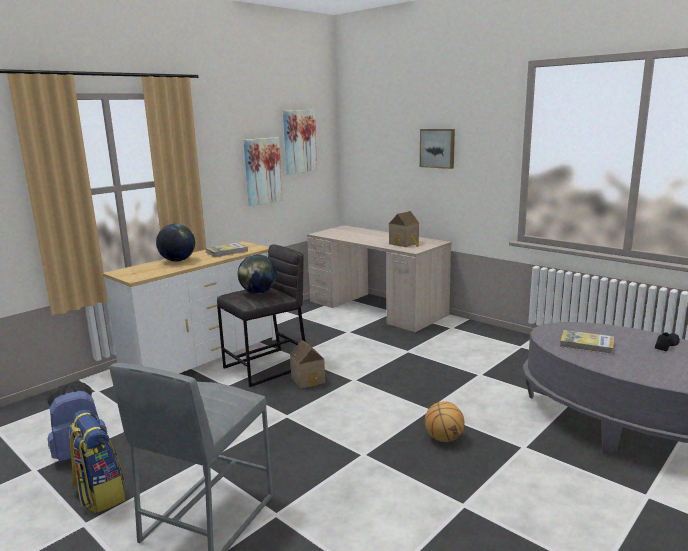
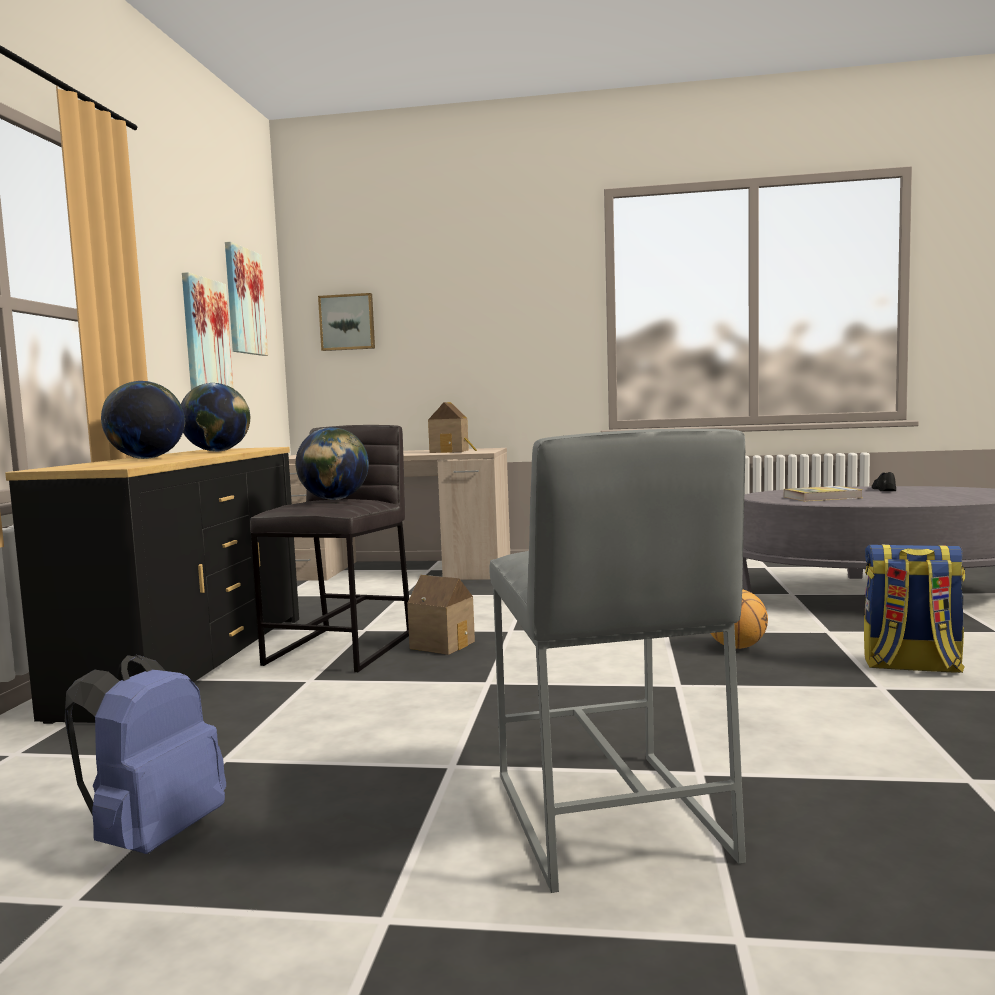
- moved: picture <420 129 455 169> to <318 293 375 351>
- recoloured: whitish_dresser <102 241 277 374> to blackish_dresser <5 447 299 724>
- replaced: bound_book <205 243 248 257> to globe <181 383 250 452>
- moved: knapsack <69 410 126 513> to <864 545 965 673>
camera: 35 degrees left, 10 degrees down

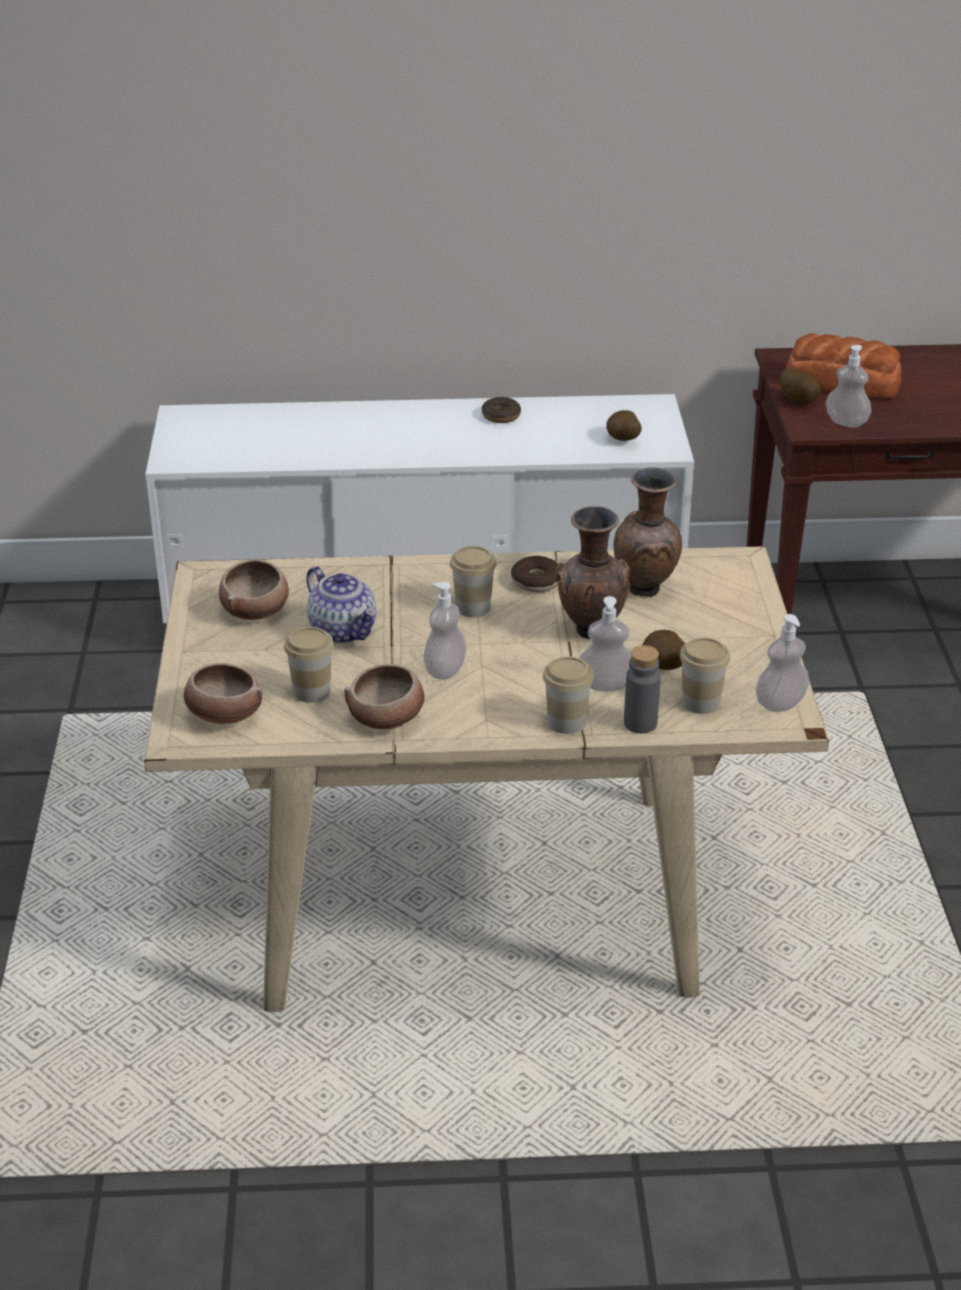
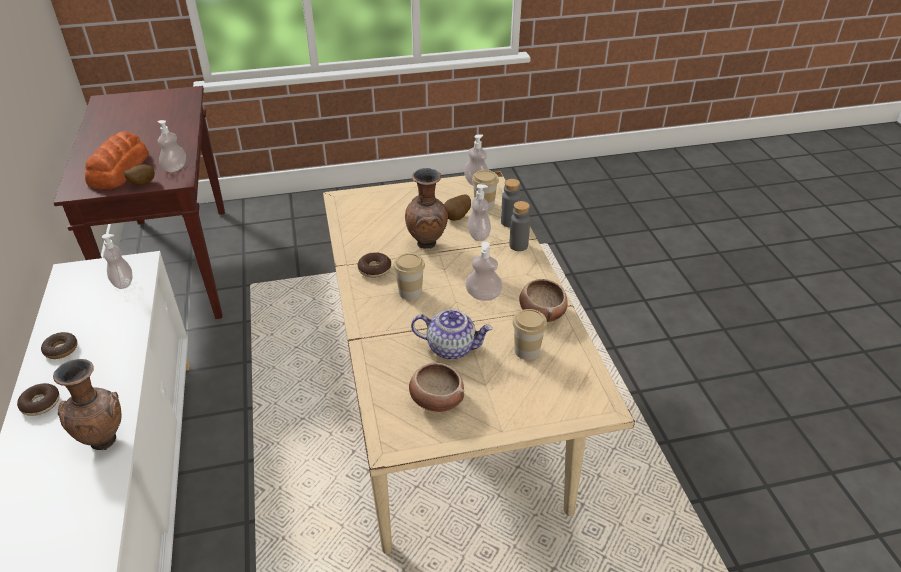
- replaced: potato <606 410 642 441> to soap_dispenser <102 234 132 289>
- moved: brown-coloured_decorative_vase <613 467 682 597> to <53 359 121 450>
- turned: tea_pot <306 566 376 644> = <411 309 493 360> 60 degrees clockwise
- replaced: cup <543 656 594 734> to grey_drink_bottle <509 201 530 251>
- removed: bowl <184 663 262 724>
- added: ring_doughnut <17 383 59 416>
camera: 100 degrees left, 5 degrees up

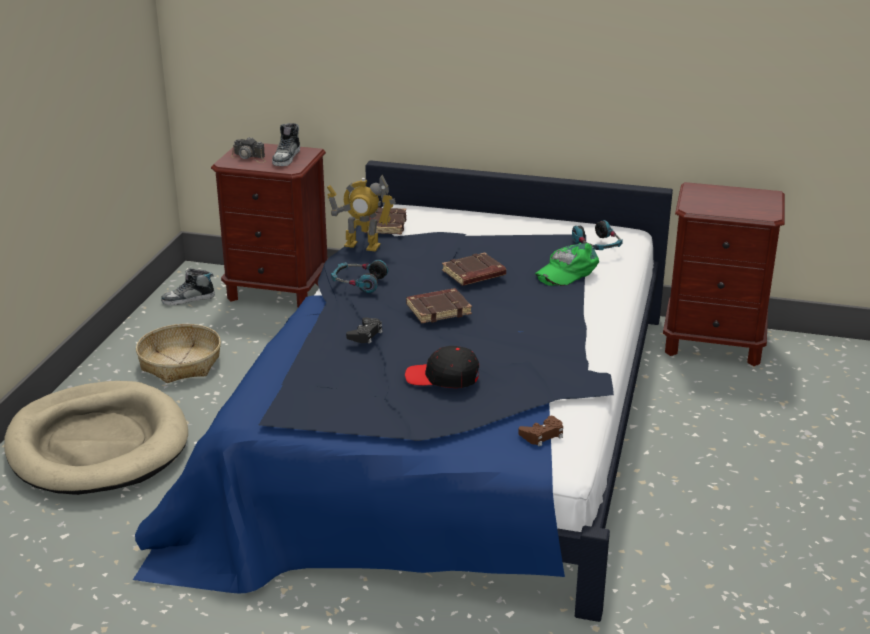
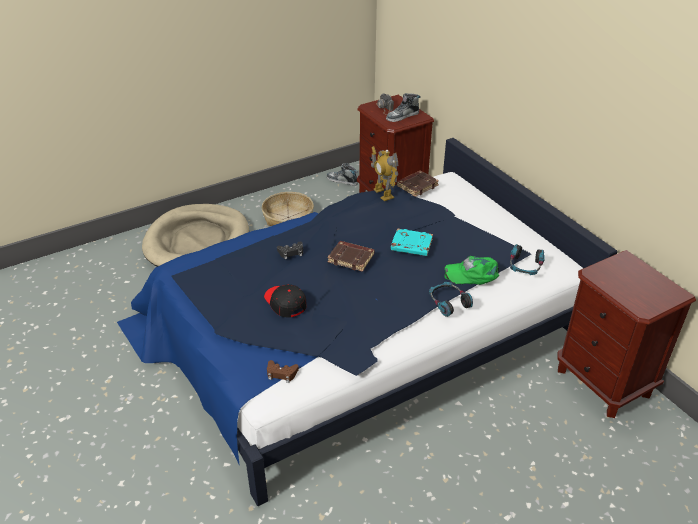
- recoloured: brown-coloured_bound_book <442 252 506 286> to blue-green_bound_book <391 229 433 256>
- moved: pair_of_headphones <331 260 388 293> to <429 282 473 317>
camera: 45 degrees right, 10 degrees up

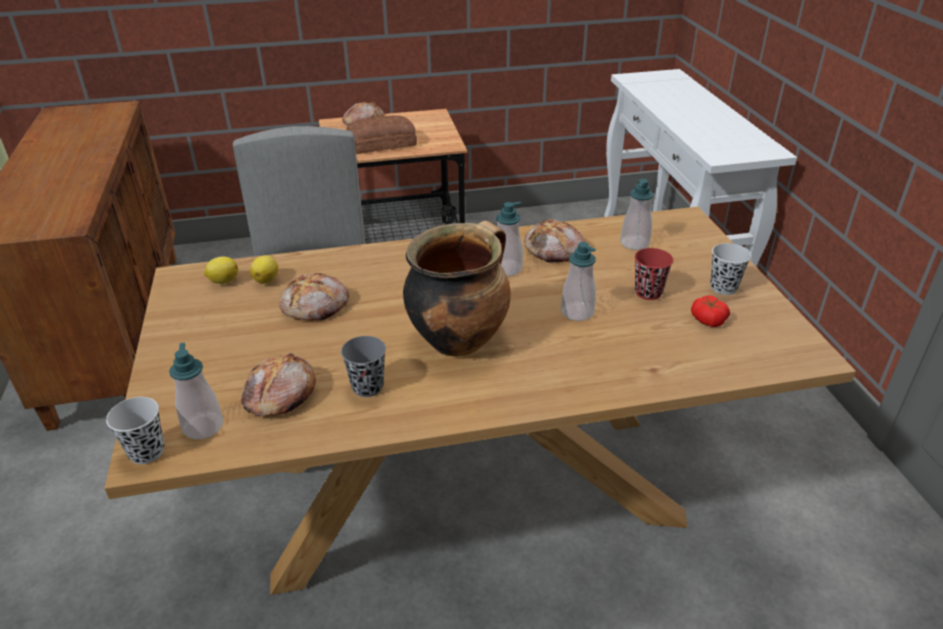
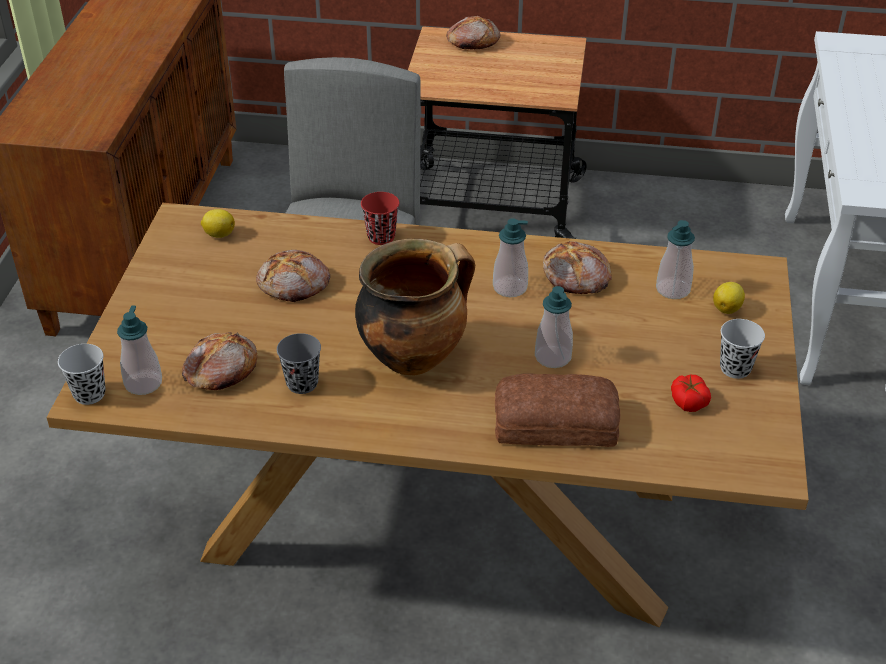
- moved: bread <346 115 417 154> to <495 373 621 447>
- moved: red-coloured_cup <635 248 673 300> to <361 192 399 245>
- moved: whole_lemon <250 255 278 284> to <713 282 745 314>
camera: 20 degrees right, 5 degrees up

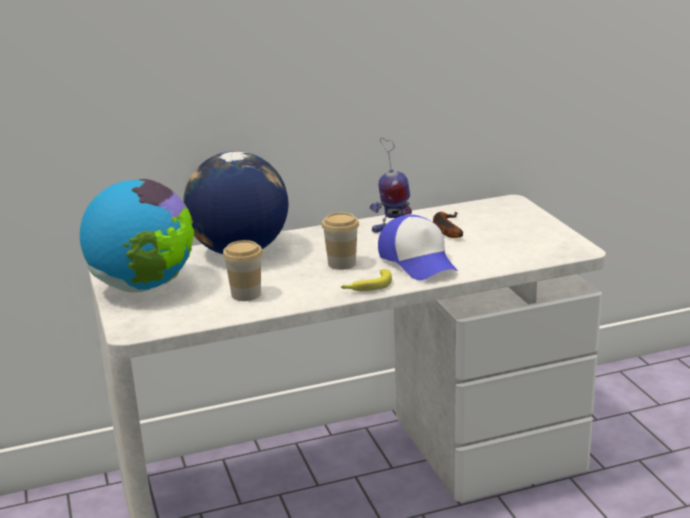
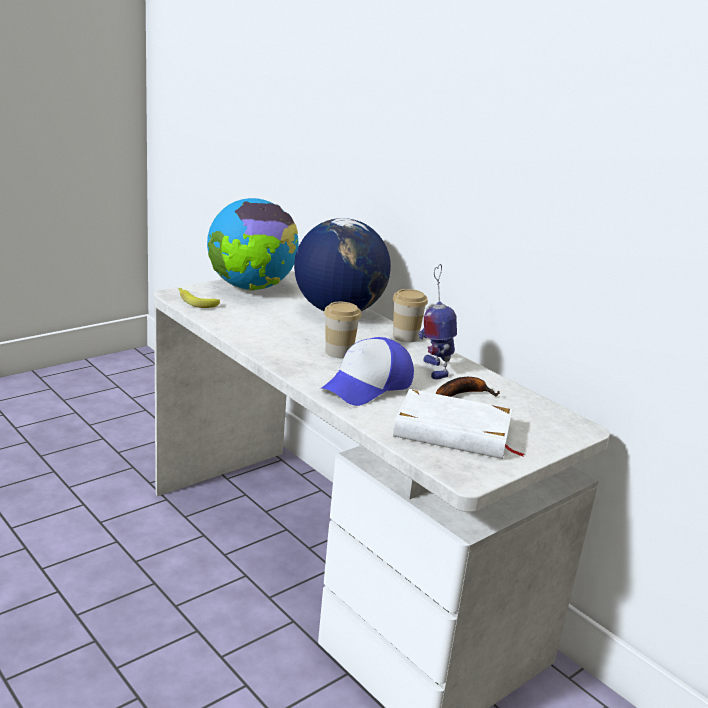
- moved: cup <223 240 263 301> to <393 289 428 342>
- moved: whole_banana <341 269 392 291> to <178 288 220 308>
- added: whitish_bound_book <393 389 525 459>
camera: 65 degrees right, 0 degrees up

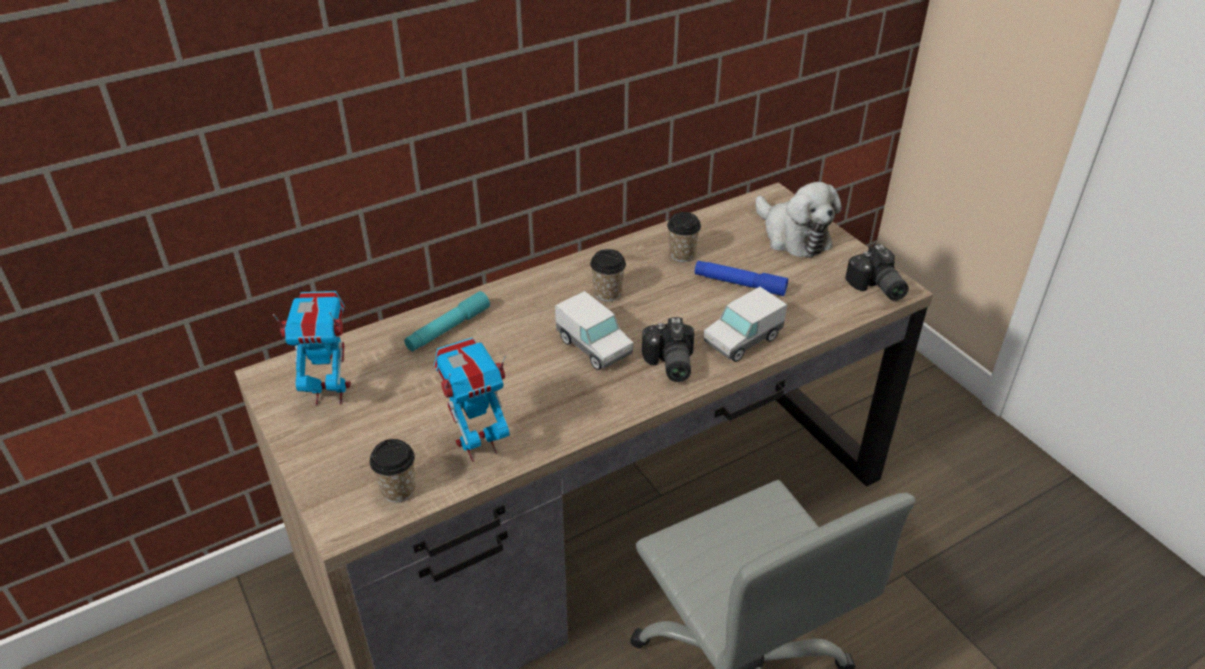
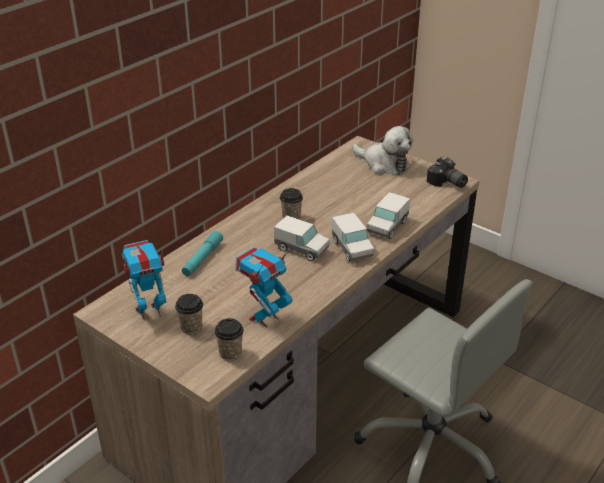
- moved: cup <667 212 701 262> to <175 294 203 334>
- removed: blue_hand_torch <695 261 788 296>
- replaced: photo_camera <642 317 694 382> to model_truck <332 213 374 262>
camera: 20 degrees left, 5 degrees down

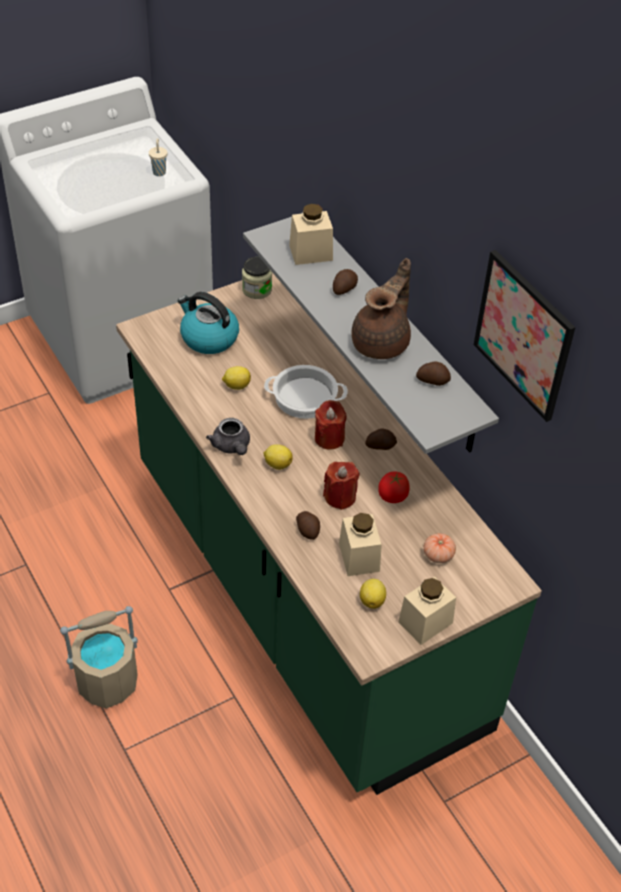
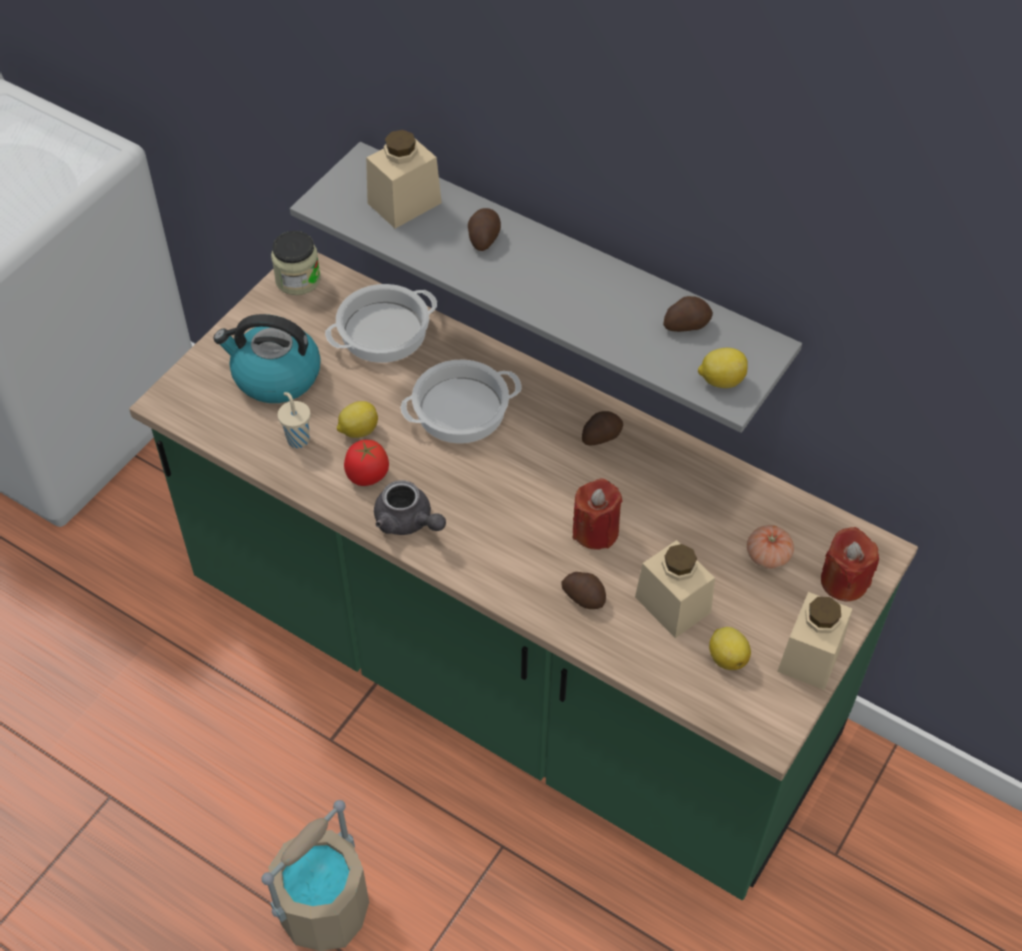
- moved: sand-coloured_cup <149 138 167 176> to <278 392 311 448>
- removed: picture <474 250 575 422>
- removed: brown-coloured_tea_pot <351 258 411 359>
- moved: red-coloured_wax_candle <315 400 347 449> to <821 527 879 602>
- moved: whole_lemon <263 444 293 470> to <698 348 748 388>
- moved: whole_tomato <378 471 410 503> to <344 440 389 486>
- added: saucepot <325 284 437 363>
camera: 25 degrees left, 5 degrees up

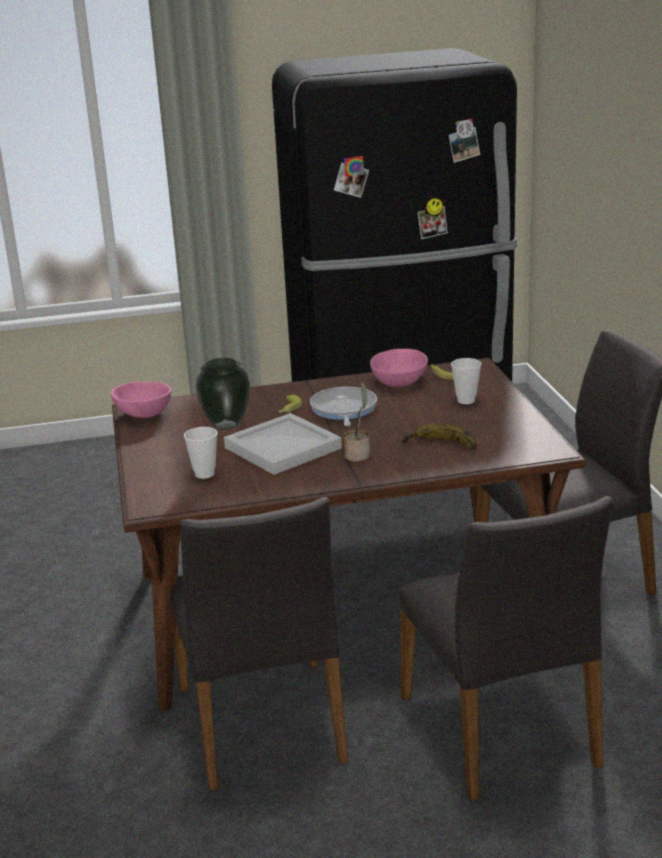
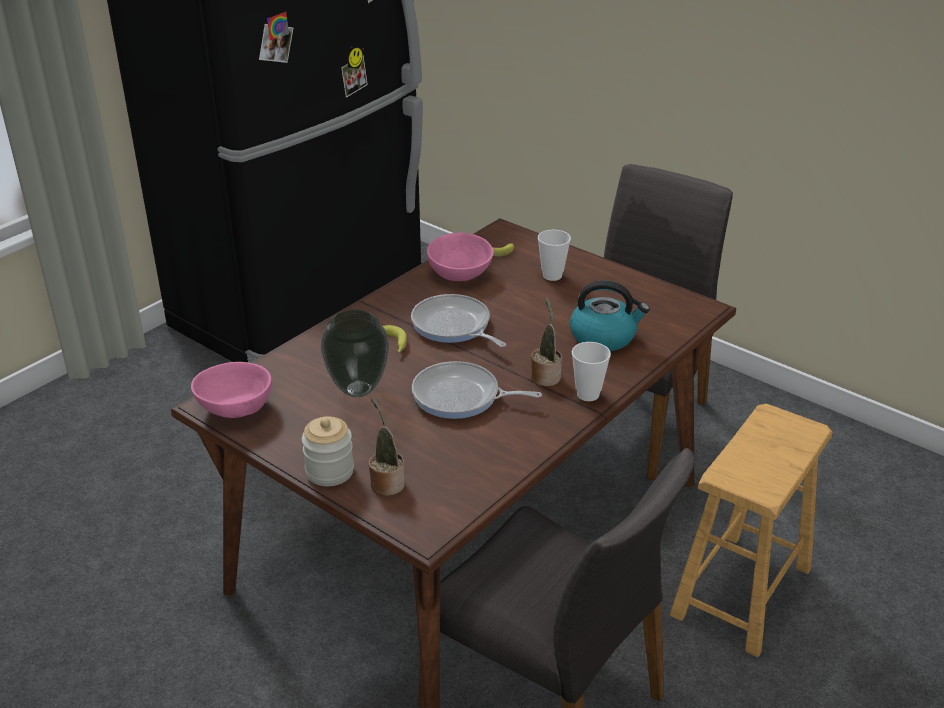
- replaced: whitish_carrying_tray <224 413 342 475> to frying_pan <412 361 542 419>
- replaced: whole_banana <402 423 477 450> to kettle <570 280 650 351>
- moved: cup <184 427 218 479> to <572 342 611 401>
- replaced: grey_chair <400 496 612 801> to brown-coloured_stool_seat <670 404 832 657>
- added: houseplant <369 398 405 496>
- added: jar <302 416 354 486>
camera: 40 degrees left, 10 degrees up

